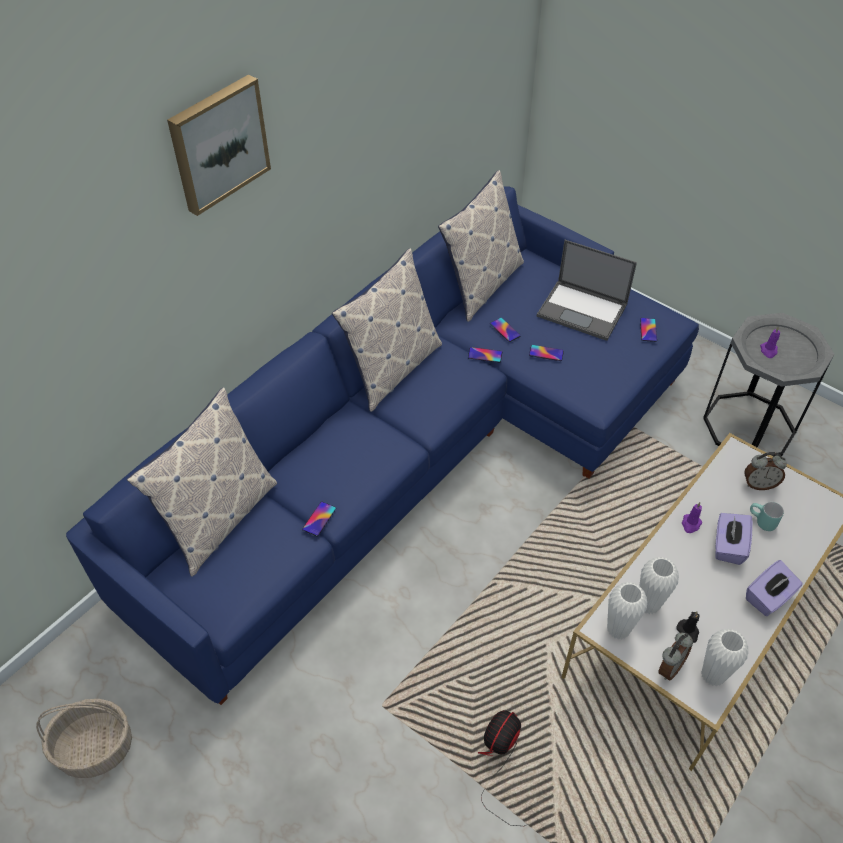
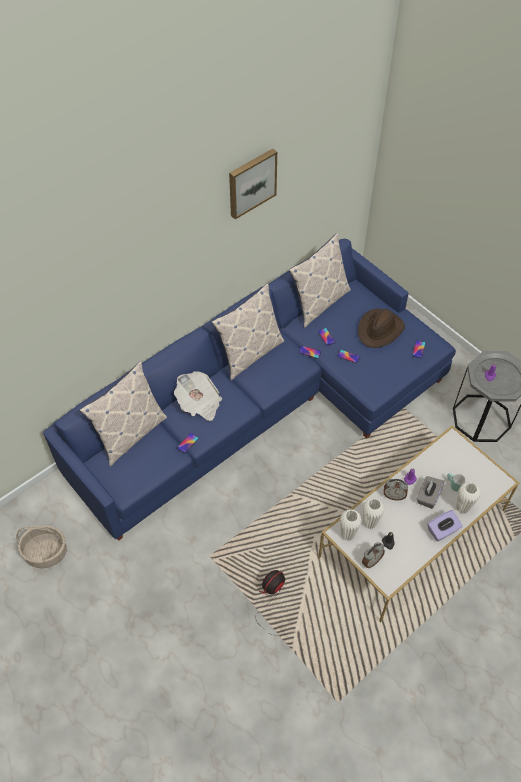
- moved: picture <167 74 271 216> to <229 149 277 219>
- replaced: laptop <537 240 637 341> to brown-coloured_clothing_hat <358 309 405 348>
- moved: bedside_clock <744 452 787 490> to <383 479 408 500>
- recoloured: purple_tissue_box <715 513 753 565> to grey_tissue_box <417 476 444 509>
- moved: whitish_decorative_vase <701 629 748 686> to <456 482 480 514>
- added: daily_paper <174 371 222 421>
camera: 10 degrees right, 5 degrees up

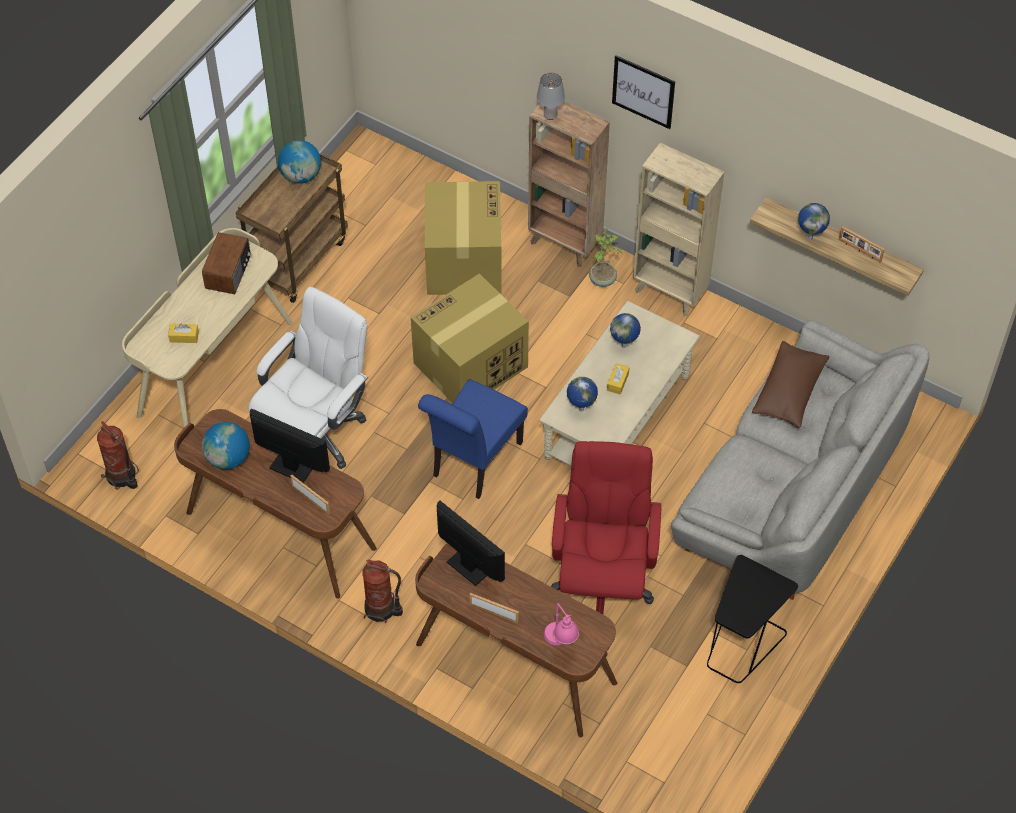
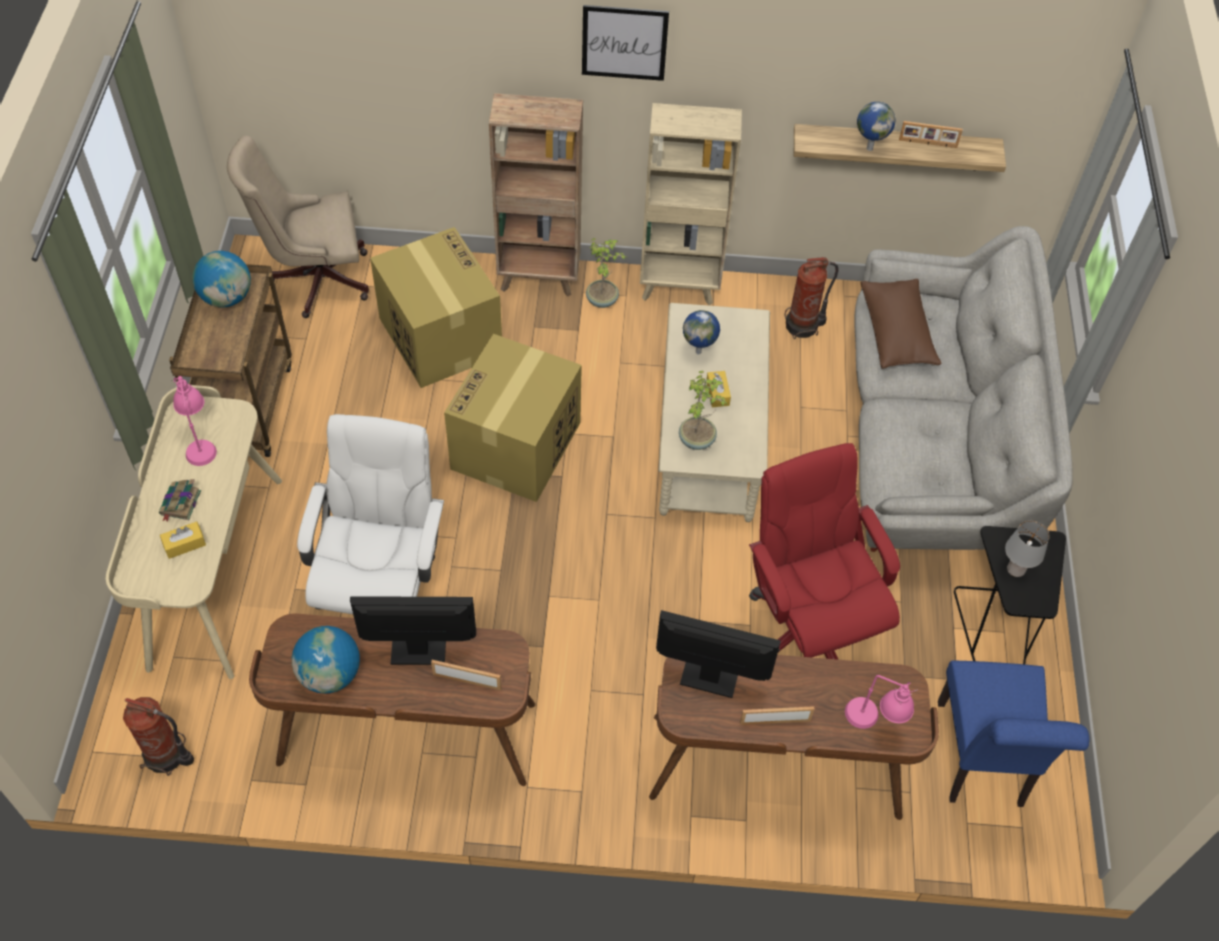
- moved: grey_lamp_for_a_table <537 73 565 120> to <1005 520 1049 577>
- replaced: radio_set <202 232 251 294> to pink_lamp_for_a_table <172 376 217 466>
- replaced: globe <567 377 598 411> to houseplant <679 371 727 450>
- moved: blue_chair <418 379 528 499> to <938 661 1090 807>
- moved: fire-fighting_cylinder <363 560 403 623> to <785 257 838 339>
- added: sand-coloured_office_chair <227 135 369 318>
- added: bound_book <159 479 201 521>
camera: 30 degrees left, 0 degrees up

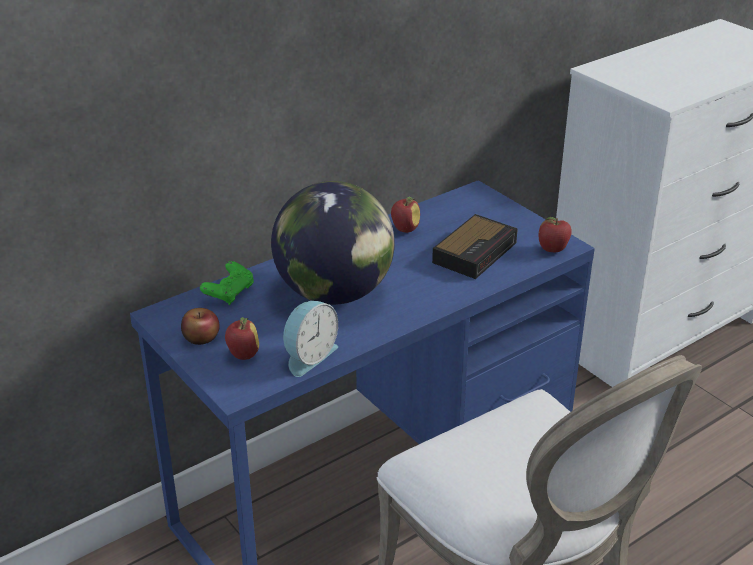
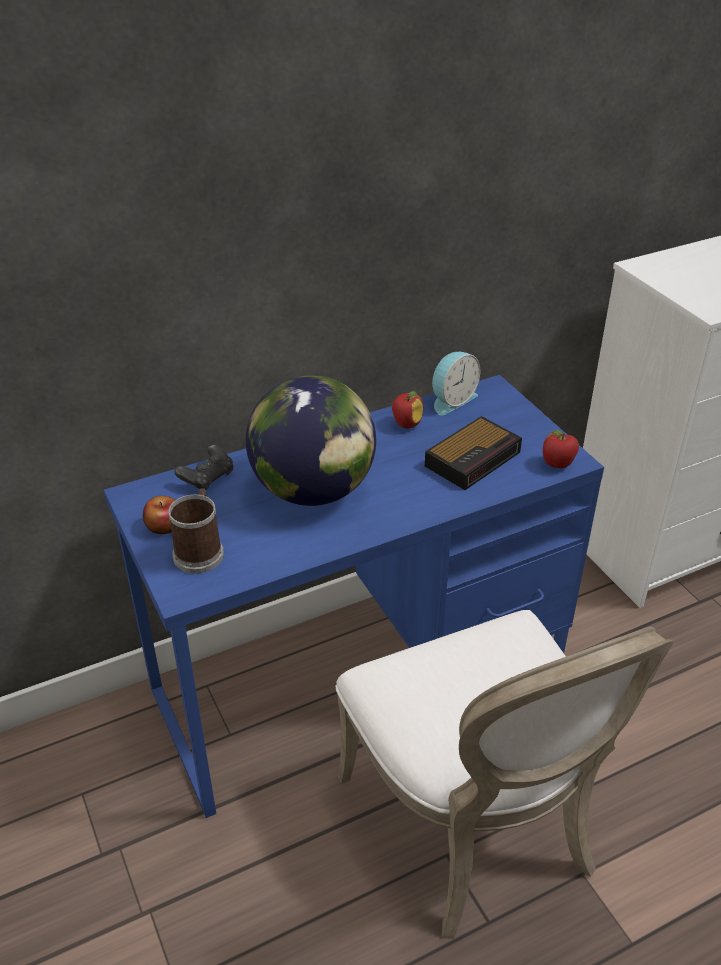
- recoloured: greenish_joypad <200 261 254 305> to blackish_joypad <174 445 233 490>
- moved: bedside_clock <283 301 338 377> to <432 352 480 415>
- replaced: apple_fruit <225 317 259 360> to tea_mug <168 488 224 574>
camera: 10 degrees right, 5 degrees up

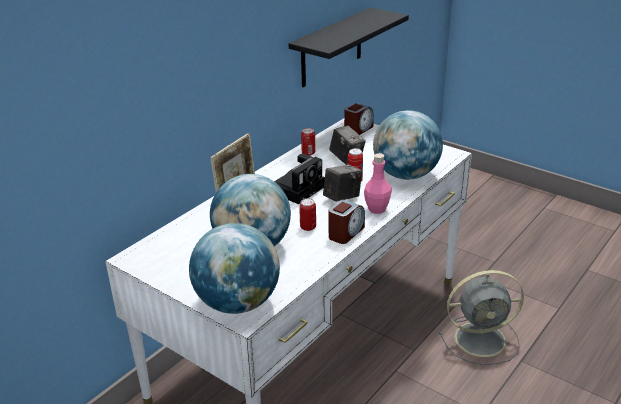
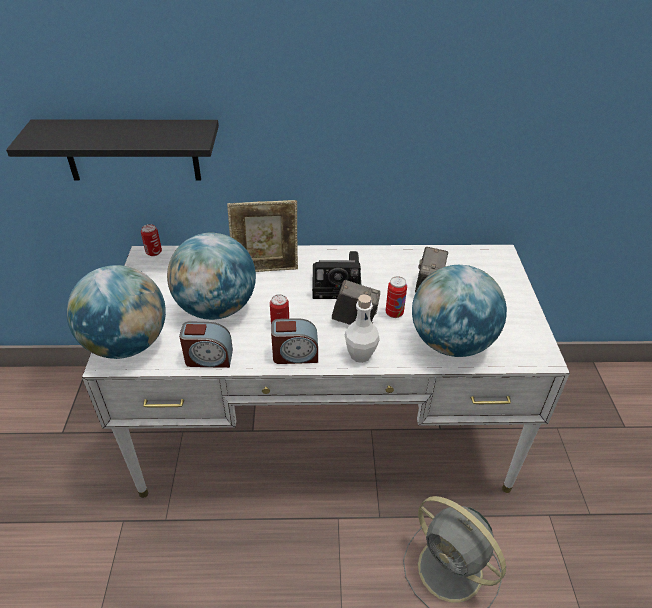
- moved: blackish_shelf <289 7 409 87> to <6 119 219 181>
- moved: bedside_clock <344 103 374 135> to <179 322 233 368>
- moved: can <301 128 315 156> to <141 224 162 256>
- recoloured: pink_drink_bottle <364 153 392 214> to whitish_drink_bottle <345 294 380 363>
camera: 50 degrees right, 10 degrees up

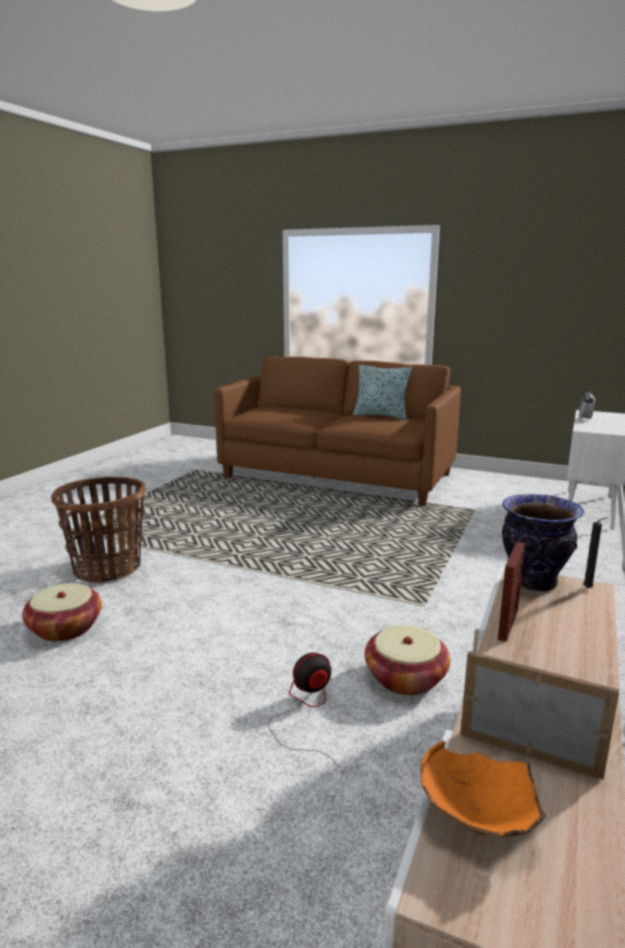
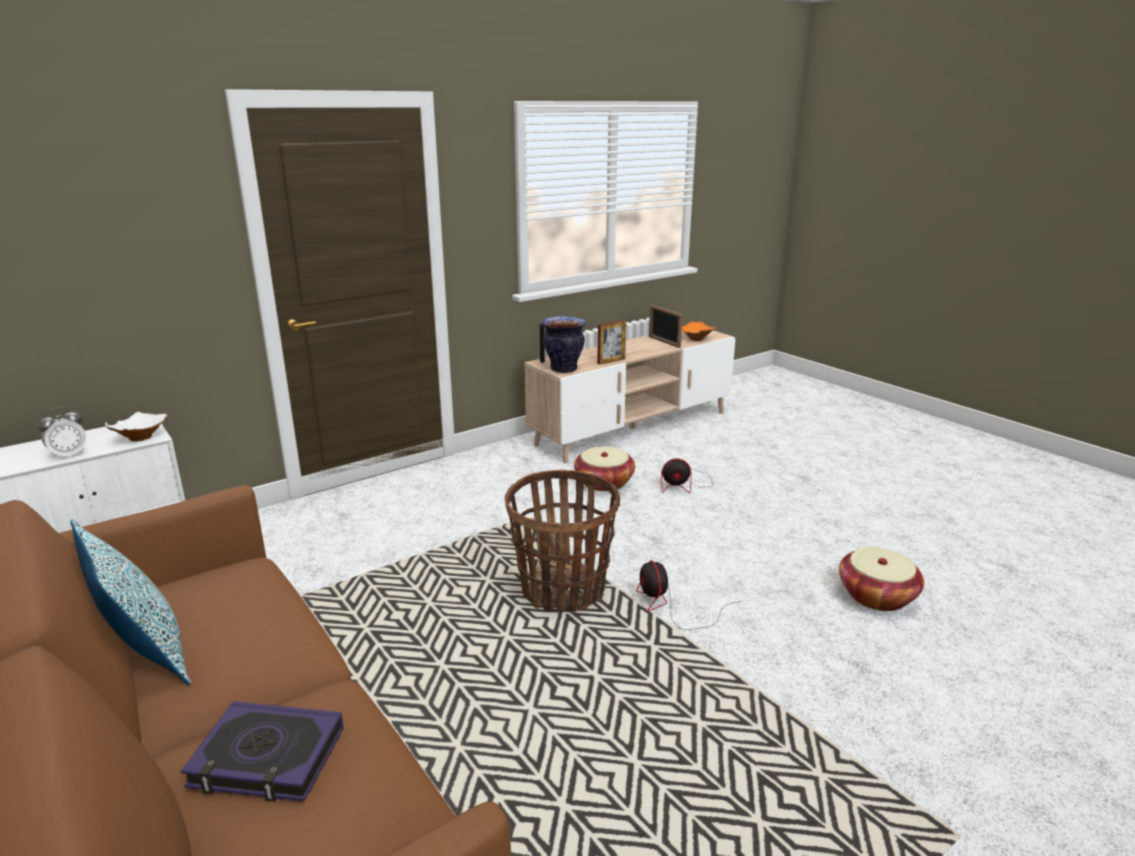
- moved: household_basket <51 477 145 583> to <505 469 620 613>
- added: whitish_bowl <105 411 168 442>
- added: electric_fan <636 561 737 630>
- added: bound_book <180 701 344 802>
camera: 150 degrees left, 5 degrees up

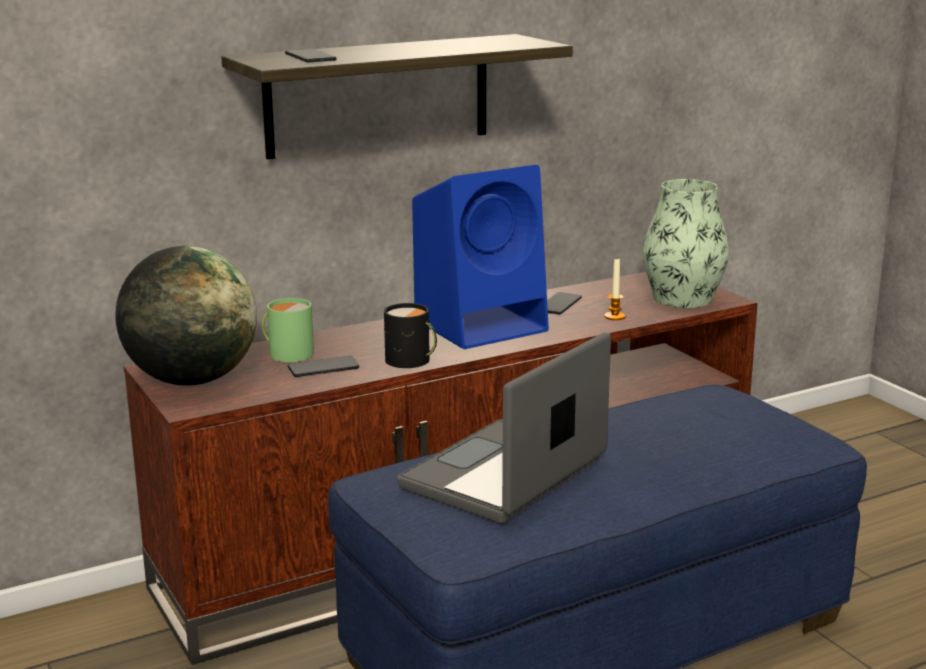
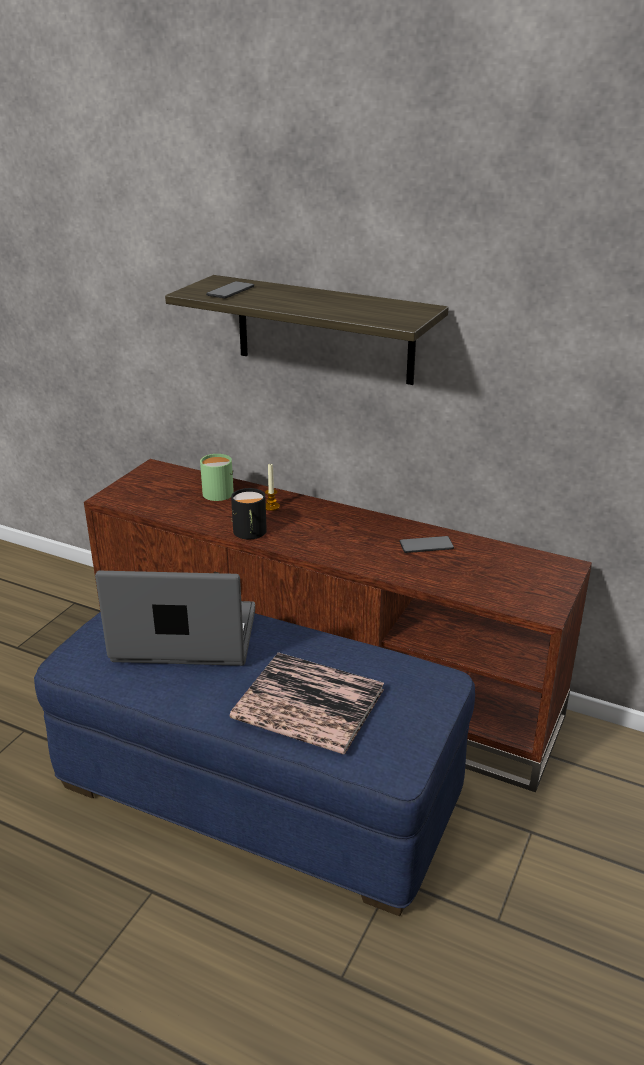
- removed: blue_loudspeaker <412 165 549 349>
- removed: decorative_vase <642 179 729 308>
- removed: globe <115 246 257 386>
- moved: wax_candle <604 259 626 320> to <265 463 280 511>
- removed: telephone <288 356 359 377>
- added: bound_book <230 652 384 755>
camera: 55 degrees right, 10 degrees up

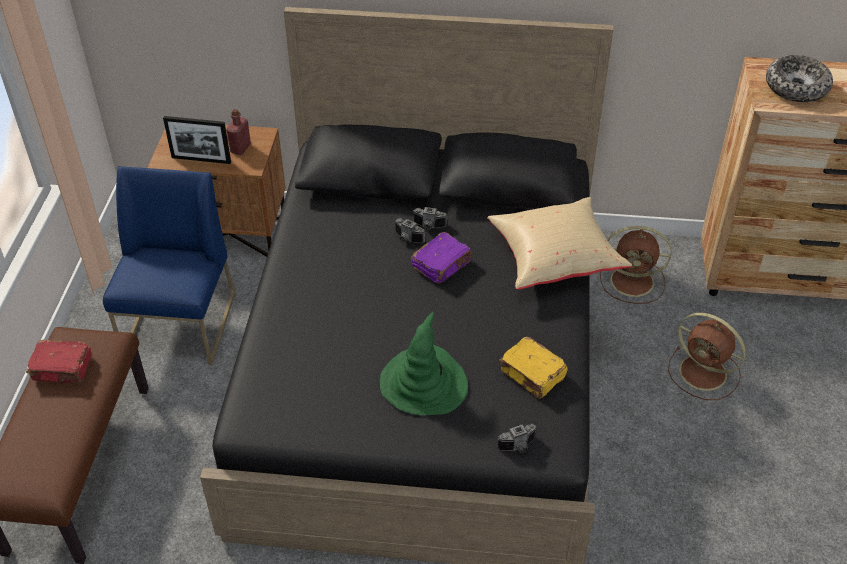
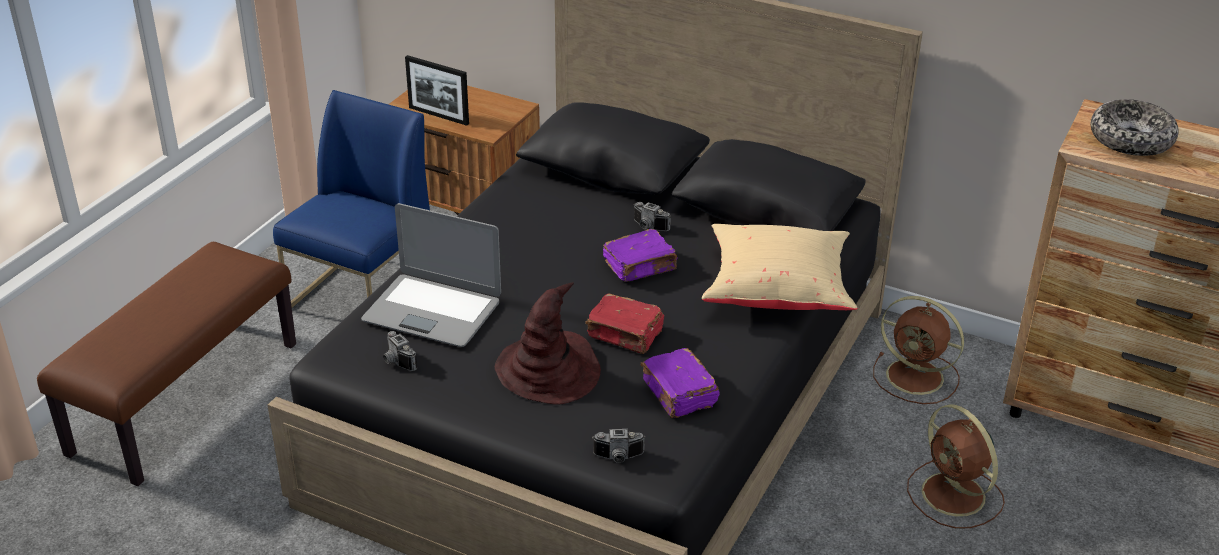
- removed: red-coloured_drink_bottle <226 109 251 155>
- moved: photo_camera <395 218 425 243> to <383 331 417 371>
- recoloured: greenish_clothing_hat <380 312 468 415> to brown-coloured_clothing_hat <495 282 601 404>
- recoloured: yellow_bound_book <499 337 568 399> to purple_bound_book <641 348 720 418>
- moved: red-coloured_bound_book <26 340 92 384> to <585 293 664 354>
- added: laptop <361 203 501 347>
camera: 20 degrees right, 10 degrees down

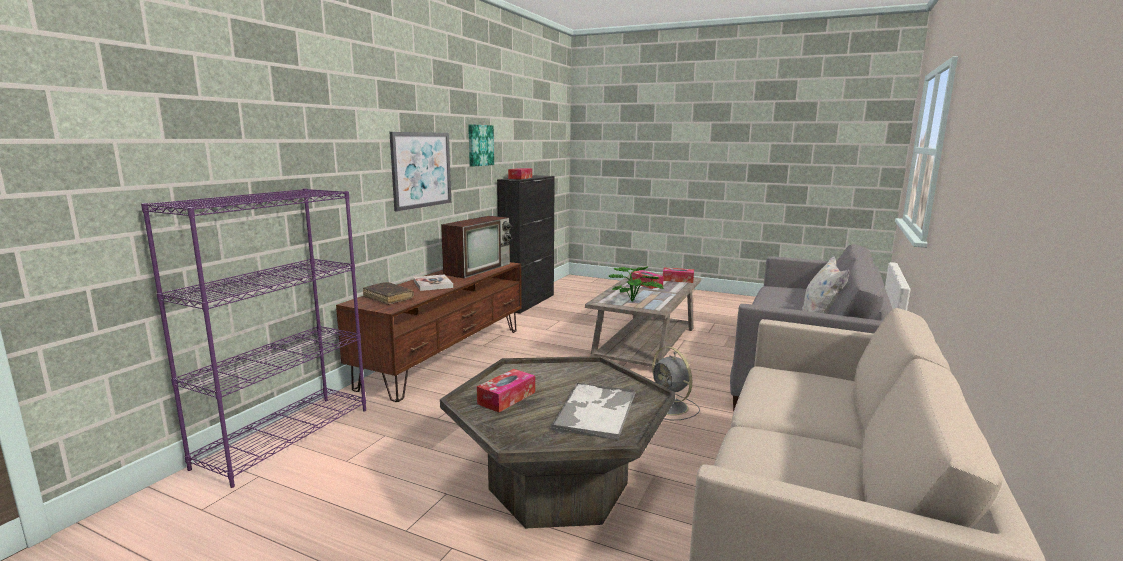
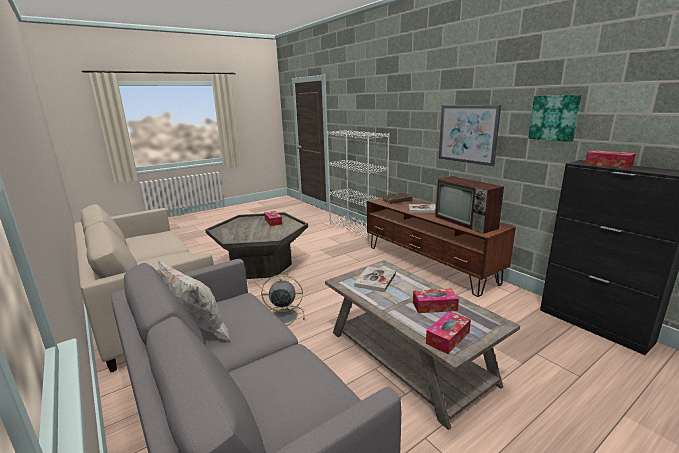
- recoloured: purple_bookshelf <141 188 366 488> to whitish_bookshelf <326 130 390 242>
- replaced: houseplant <609 266 664 302> to bound_book <354 267 396 292>
- removed: carrying_tray <550 383 635 440>
camera: 120 degrees right, 5 degrees up

